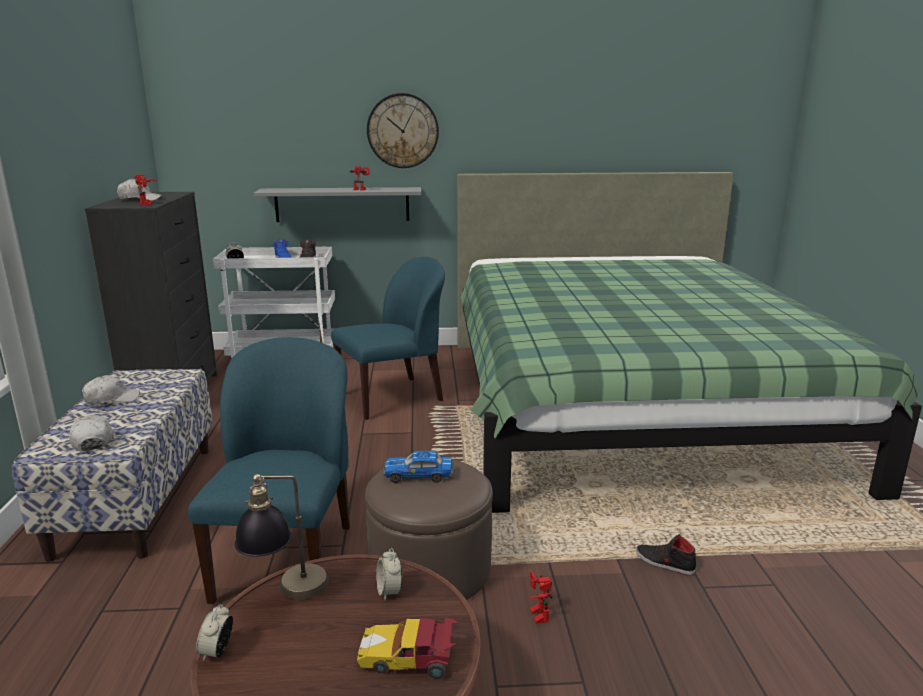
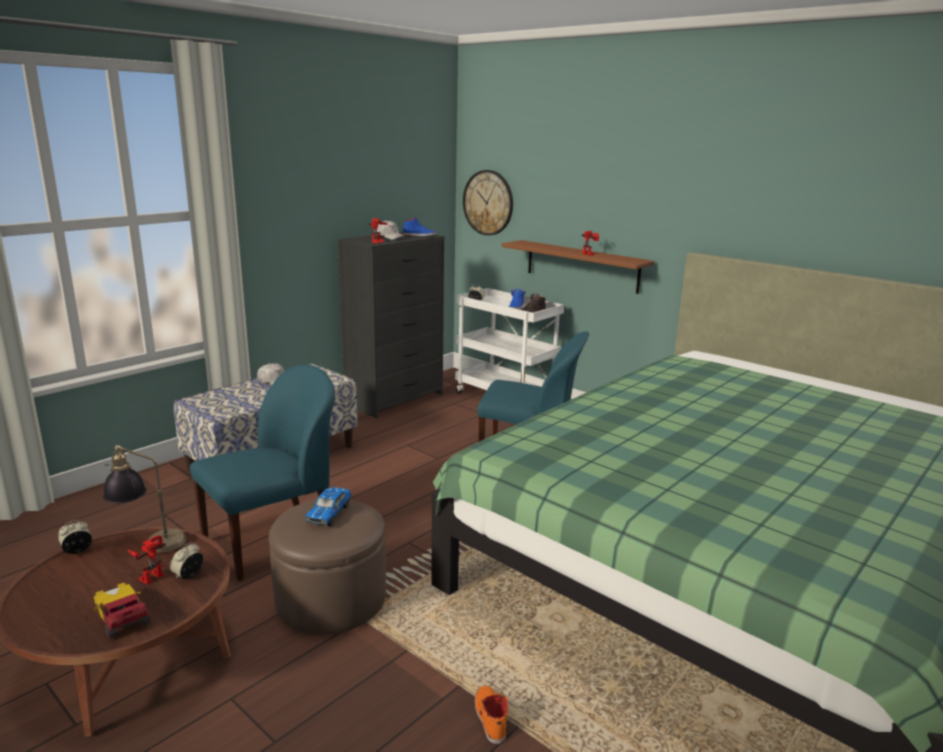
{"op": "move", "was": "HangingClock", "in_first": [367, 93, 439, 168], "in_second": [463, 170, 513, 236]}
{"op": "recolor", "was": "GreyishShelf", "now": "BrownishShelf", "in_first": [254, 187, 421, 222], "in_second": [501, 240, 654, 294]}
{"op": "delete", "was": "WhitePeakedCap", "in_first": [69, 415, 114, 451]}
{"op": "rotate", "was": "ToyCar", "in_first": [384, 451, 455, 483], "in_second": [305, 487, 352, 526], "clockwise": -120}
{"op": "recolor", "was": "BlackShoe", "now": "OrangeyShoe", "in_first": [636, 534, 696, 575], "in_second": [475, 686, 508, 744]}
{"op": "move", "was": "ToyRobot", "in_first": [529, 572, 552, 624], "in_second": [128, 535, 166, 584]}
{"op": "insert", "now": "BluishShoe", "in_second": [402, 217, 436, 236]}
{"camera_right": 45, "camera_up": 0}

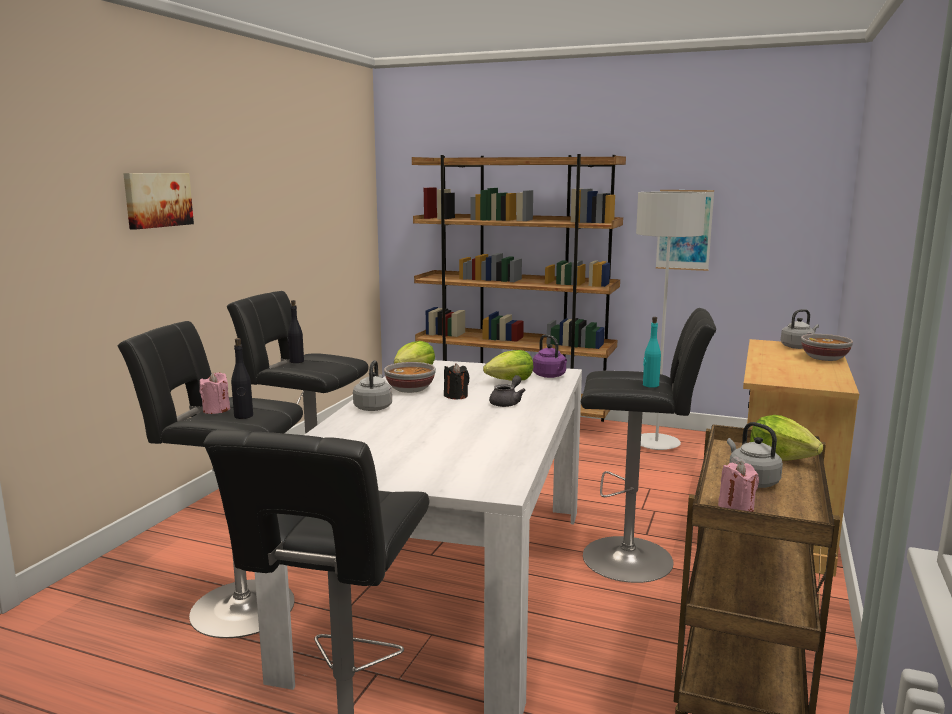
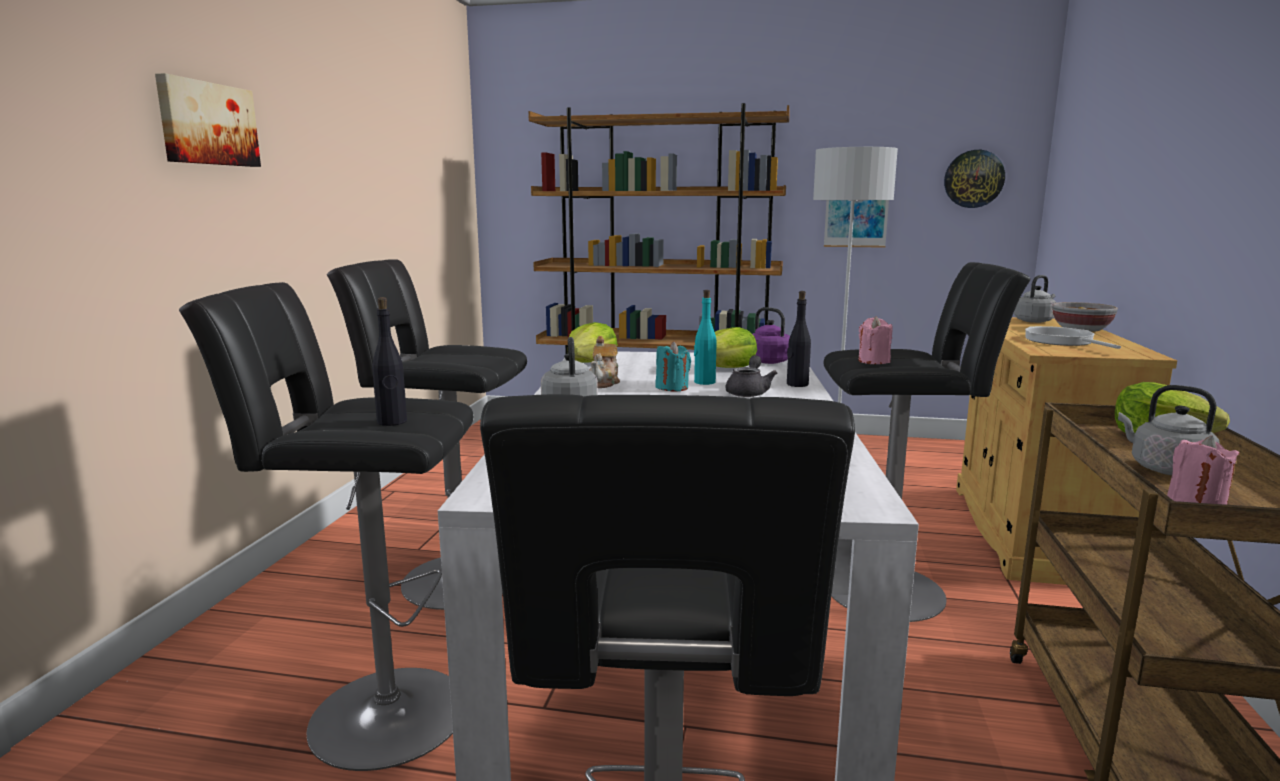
{"op": "move", "was": "BlackBeverageBottle", "in_first": [287, 300, 304, 363], "in_second": [787, 291, 811, 387]}
{"op": "move", "was": "BlueGreenBeverageBottle", "in_first": [643, 317, 661, 388], "in_second": [694, 290, 717, 385]}
{"op": "replace", "was": "ServingBowl", "now": "PotForTea", "in_first": [384, 362, 436, 393], "in_second": [589, 336, 620, 388]}
{"op": "recolor", "was": "BlackCandle", "now": "BlueGreenCandle", "in_first": [444, 363, 470, 399], "in_second": [656, 342, 691, 392]}
{"op": "move", "was": "PinkishCandle", "in_first": [200, 372, 230, 414], "in_second": [858, 316, 893, 364]}
{"op": "insert", "now": "HangingClock", "in_second": [944, 150, 1005, 208]}
{"op": "insert", "now": "FryingPan", "in_second": [1025, 326, 1121, 349]}
{"camera_right": -10, "camera_up": 0}

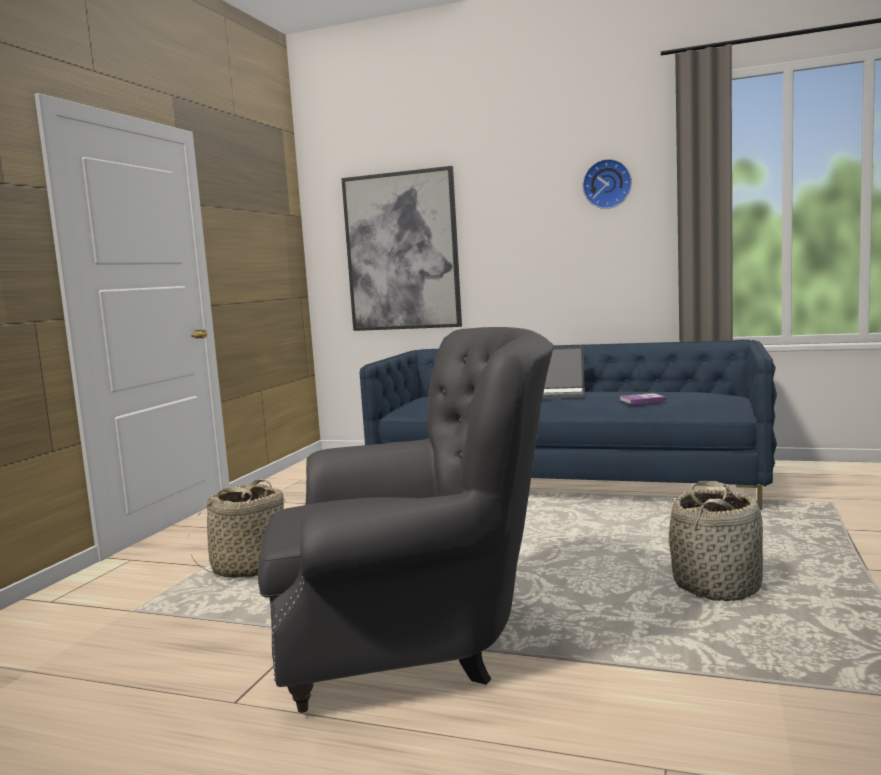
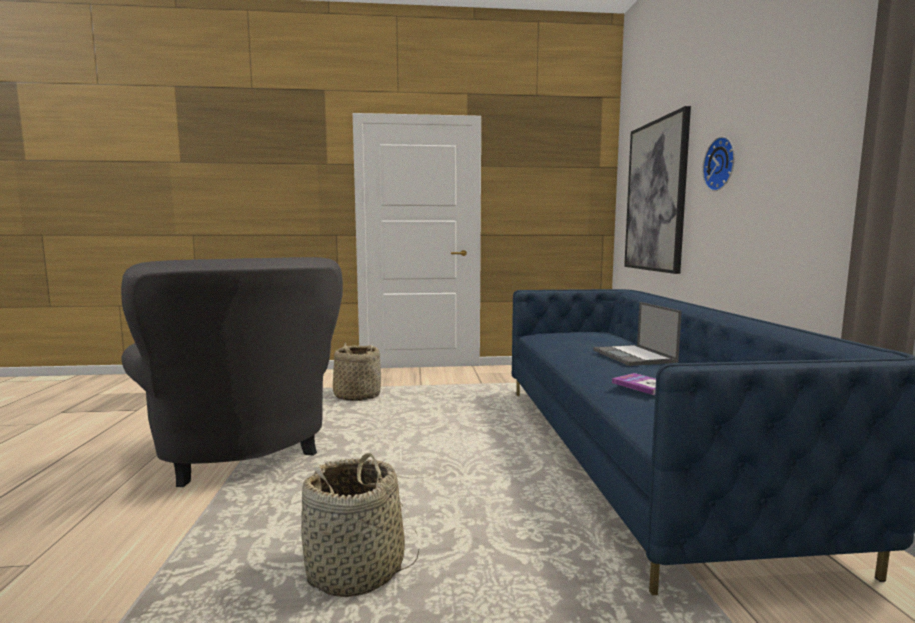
{"op": "move", "was": "HangingClock", "in_first": [583, 159, 632, 209], "in_second": [702, 136, 735, 191]}
{"camera_right": 65, "camera_up": 0}

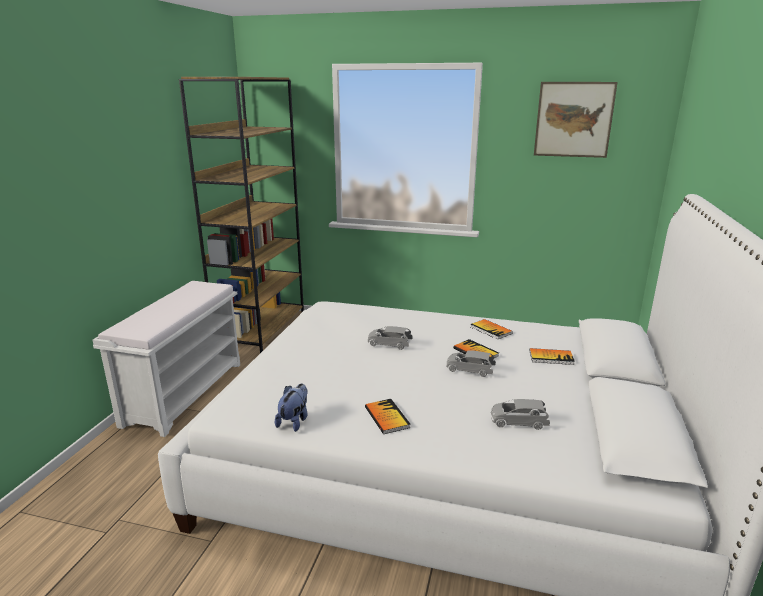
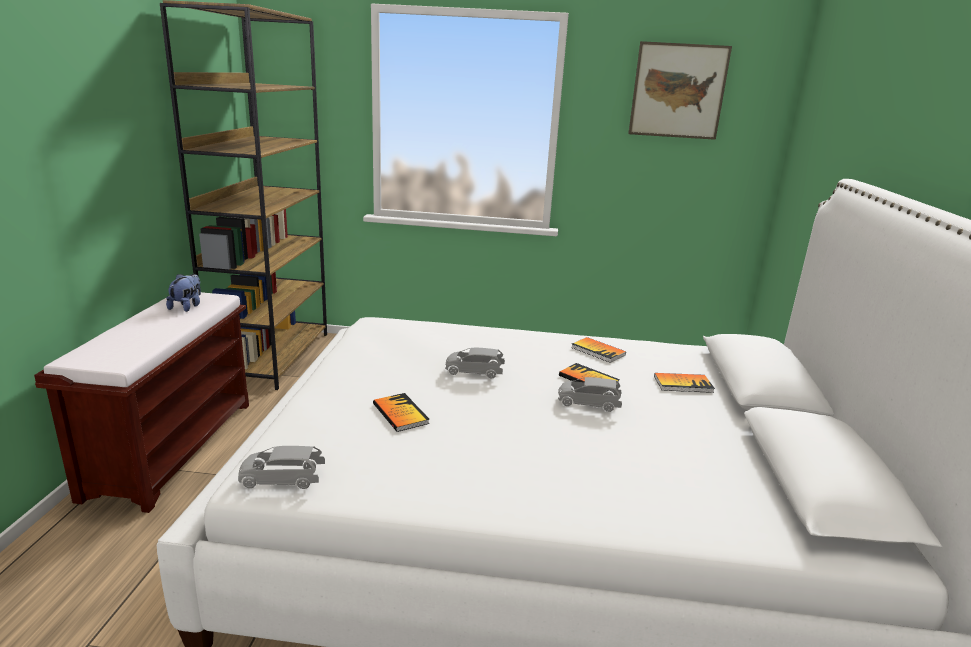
{"op": "recolor", "was": "WhiteIndoorBench", "now": "BrownishIndoorBench", "in_first": [93, 281, 240, 437], "in_second": [34, 292, 249, 513]}
{"op": "move", "was": "SoftToy", "in_first": [275, 384, 308, 432], "in_second": [166, 274, 201, 312]}
{"op": "move", "was": "BoundBook", "in_first": [365, 399, 410, 434], "in_second": [373, 393, 429, 432]}
{"op": "move", "was": "GreyishToyCar", "in_first": [491, 399, 550, 430], "in_second": [238, 446, 325, 489]}
{"camera_right": -10, "camera_up": 0}

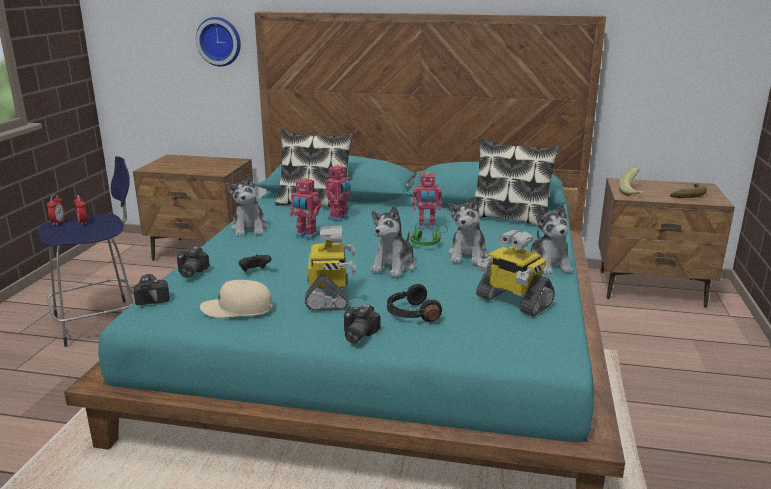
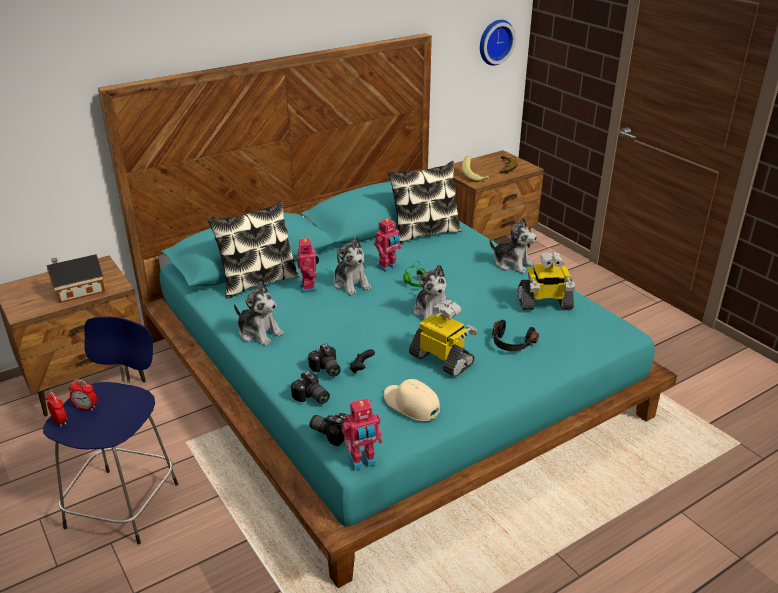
{"op": "move", "was": "HangingClock", "in_first": [196, 17, 241, 67], "in_second": [480, 20, 516, 66]}
{"op": "move", "was": "ToyRobot", "in_first": [289, 178, 322, 240], "in_second": [342, 399, 382, 470]}
{"op": "move", "was": "SoftToy", "in_first": [448, 197, 488, 265], "in_second": [334, 237, 371, 296]}
{"op": "rotate", "was": "BeigeColouredPeakedCap", "in_first": [200, 280, 273, 318], "in_second": [384, 379, 440, 421], "clockwise": 90}
{"op": "move", "was": "StillCamera", "in_first": [344, 304, 380, 343], "in_second": [308, 344, 341, 377]}
{"op": "insert", "now": "ToyHouse", "in_second": [47, 254, 105, 303]}
{"camera_right": -45, "camera_up": 10}

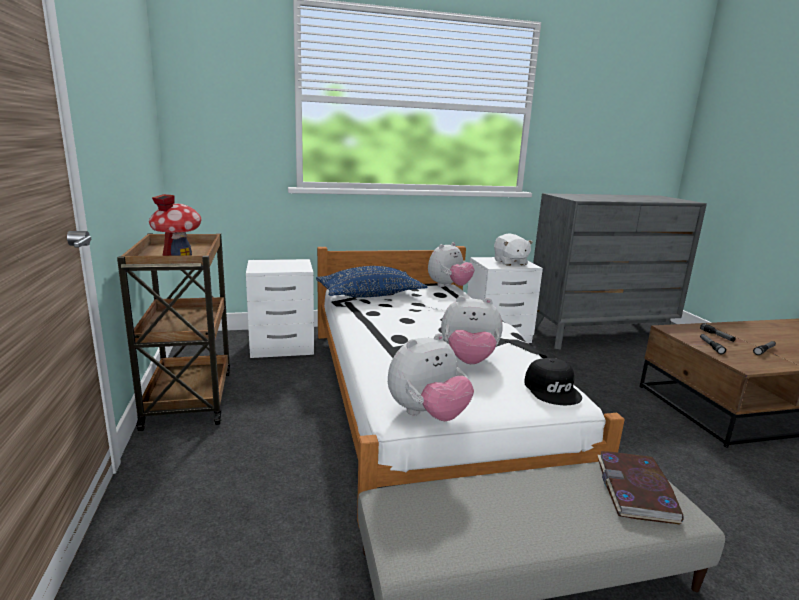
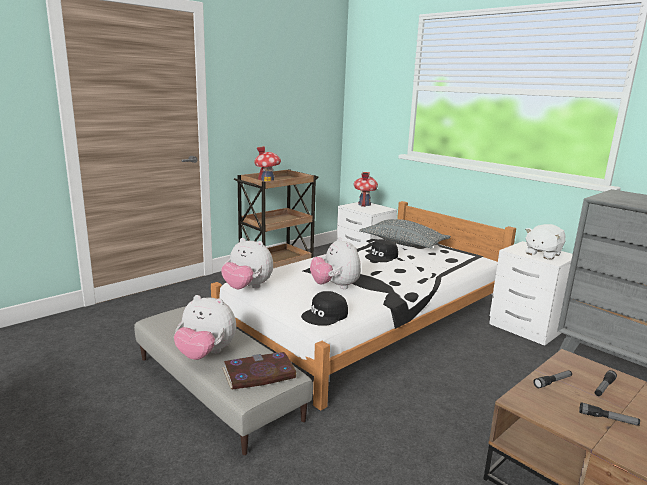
{"op": "move", "was": "SoftToy", "in_first": [428, 242, 475, 287], "in_second": [174, 295, 236, 360]}
{"op": "recolor", "was": "BluishThrowPillow", "now": "GreyishThrowPillow", "in_first": [316, 266, 427, 298], "in_second": [359, 219, 451, 248]}
{"op": "insert", "now": "ToyHouse", "in_second": [354, 172, 378, 207]}
{"op": "insert", "now": "BlackPeakedCap", "in_second": [365, 239, 398, 262]}
{"camera_right": 60, "camera_up": 0}

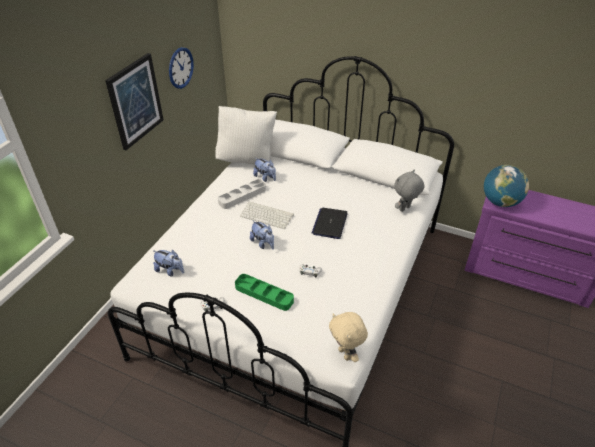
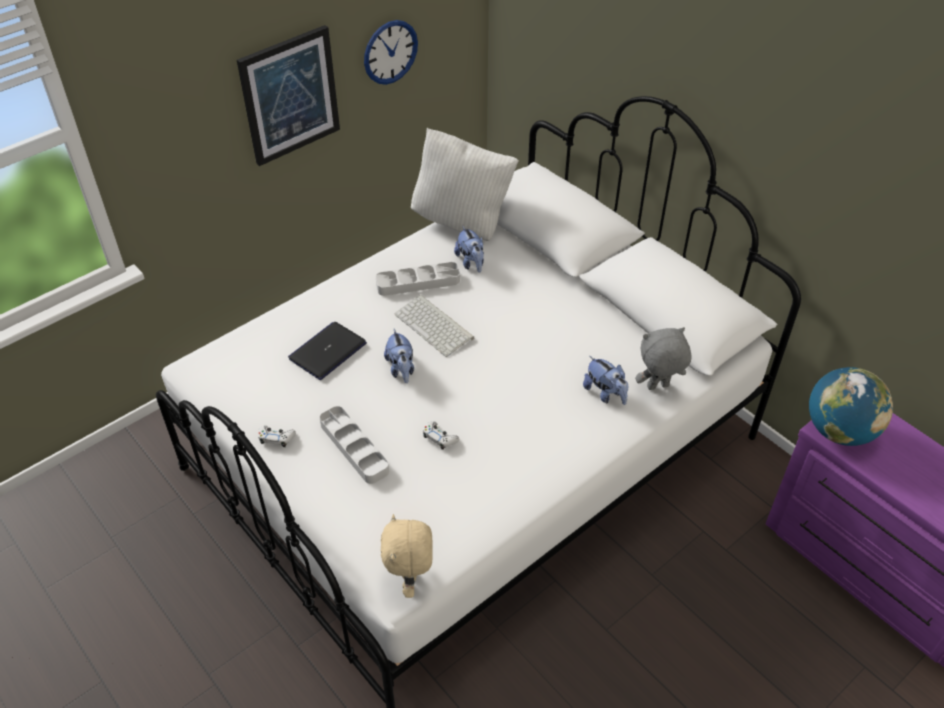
{"op": "move", "was": "NotebookComputer", "in_first": [312, 208, 348, 239], "in_second": [288, 322, 367, 380]}
{"op": "move", "was": "SoftToy", "in_first": [152, 250, 184, 276], "in_second": [583, 356, 628, 405]}
{"op": "recolor", "was": "GreenTray", "now": "GreyishTray", "in_first": [235, 274, 294, 311], "in_second": [320, 406, 389, 484]}
{"camera_right": 25, "camera_up": 5}

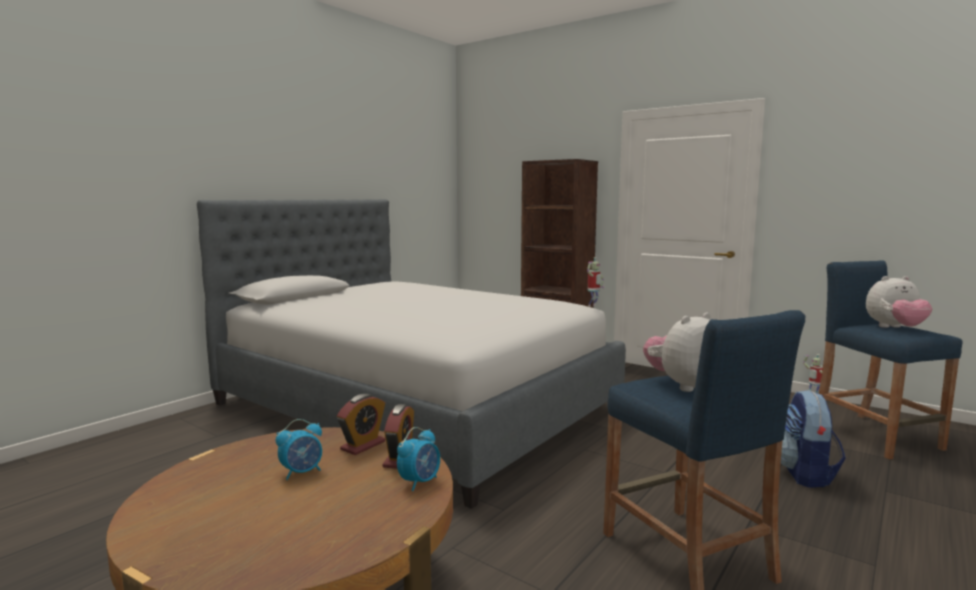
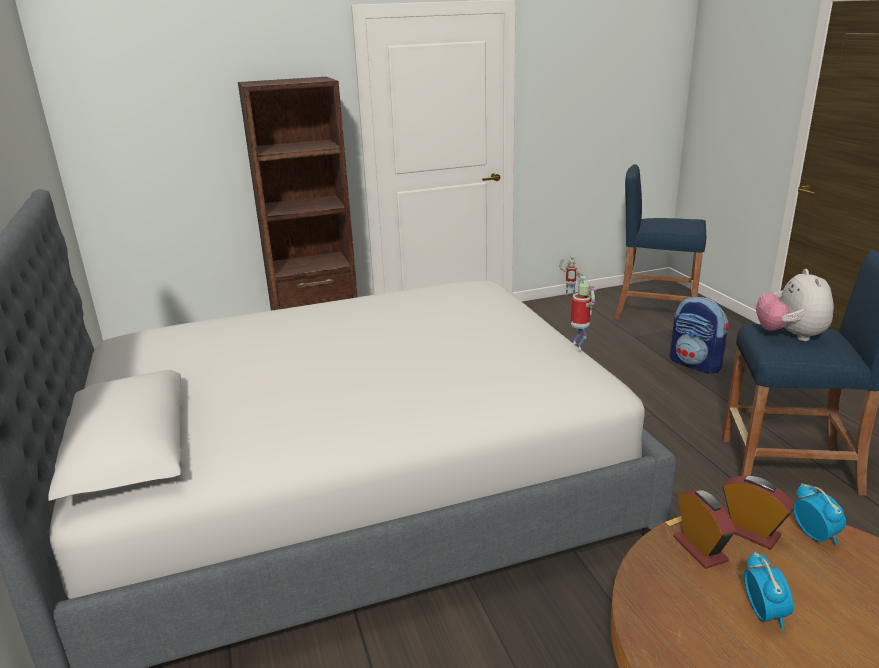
{"op": "move", "was": "ToyRobot", "in_first": [587, 257, 604, 306], "in_second": [571, 276, 597, 350]}
{"op": "delete", "was": "SoftToy", "in_first": [866, 276, 932, 328]}
{"camera_right": -55, "camera_up": 15}

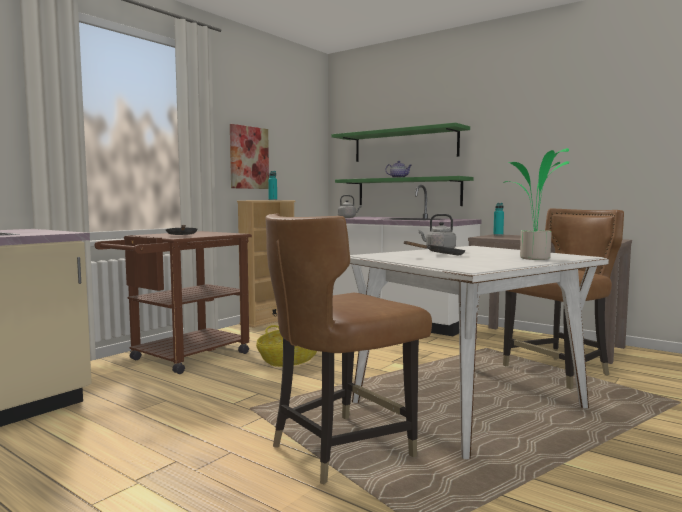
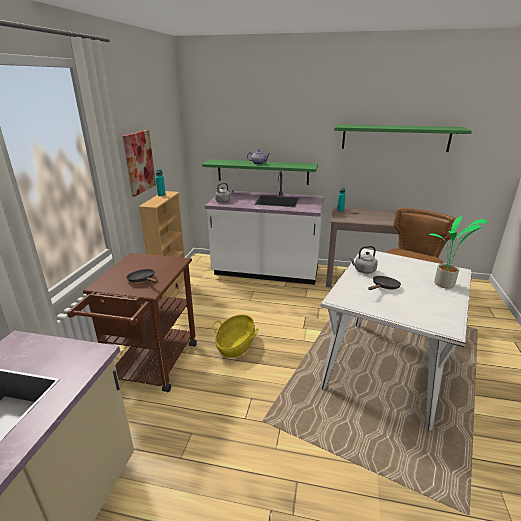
{"op": "move", "was": "GreenShelf", "in_first": [332, 123, 470, 162], "in_second": [334, 124, 472, 152]}
{"op": "delete", "was": "BrownishChair", "in_first": [265, 213, 432, 485]}
{"camera_right": -25, "camera_up": 20}

